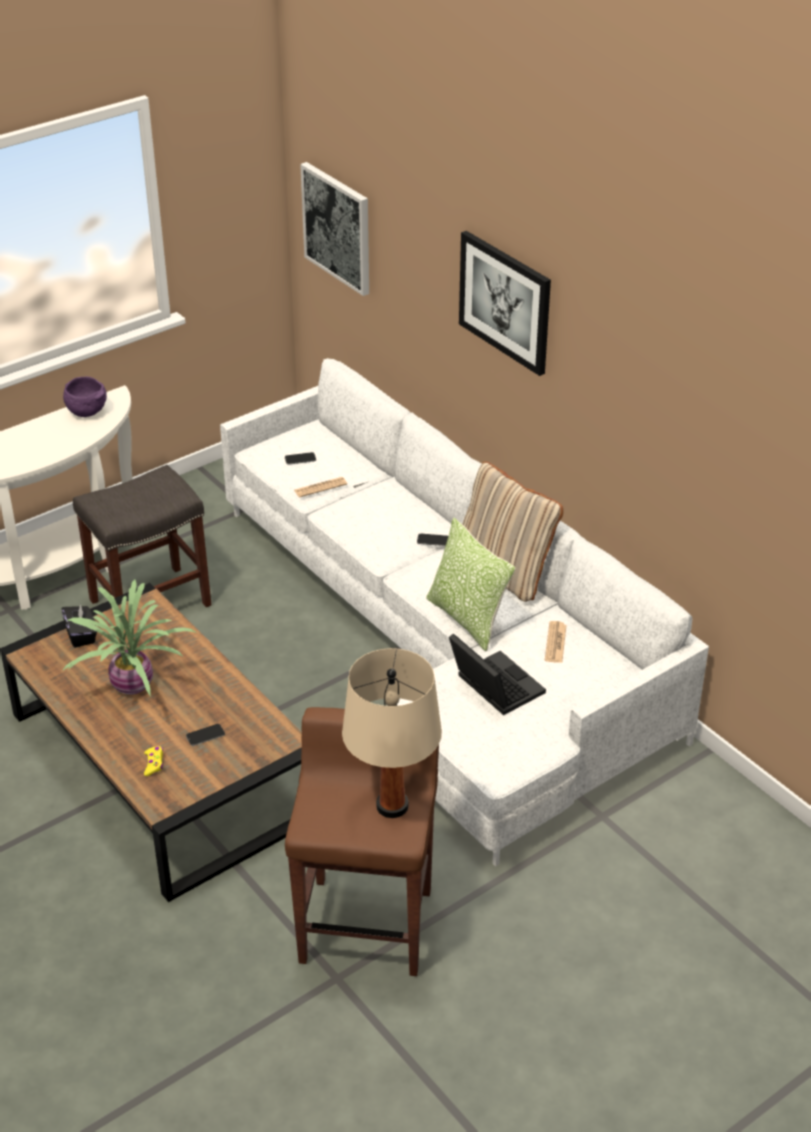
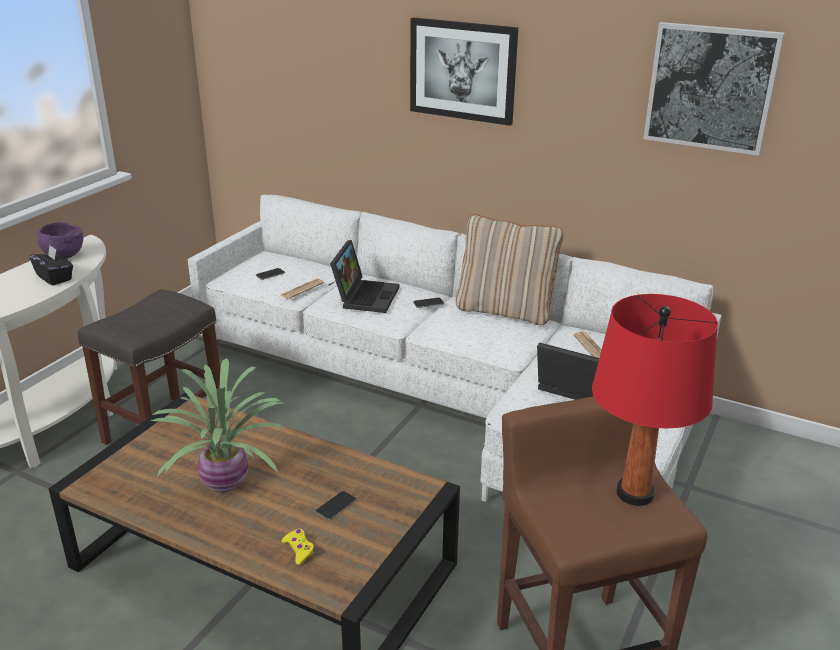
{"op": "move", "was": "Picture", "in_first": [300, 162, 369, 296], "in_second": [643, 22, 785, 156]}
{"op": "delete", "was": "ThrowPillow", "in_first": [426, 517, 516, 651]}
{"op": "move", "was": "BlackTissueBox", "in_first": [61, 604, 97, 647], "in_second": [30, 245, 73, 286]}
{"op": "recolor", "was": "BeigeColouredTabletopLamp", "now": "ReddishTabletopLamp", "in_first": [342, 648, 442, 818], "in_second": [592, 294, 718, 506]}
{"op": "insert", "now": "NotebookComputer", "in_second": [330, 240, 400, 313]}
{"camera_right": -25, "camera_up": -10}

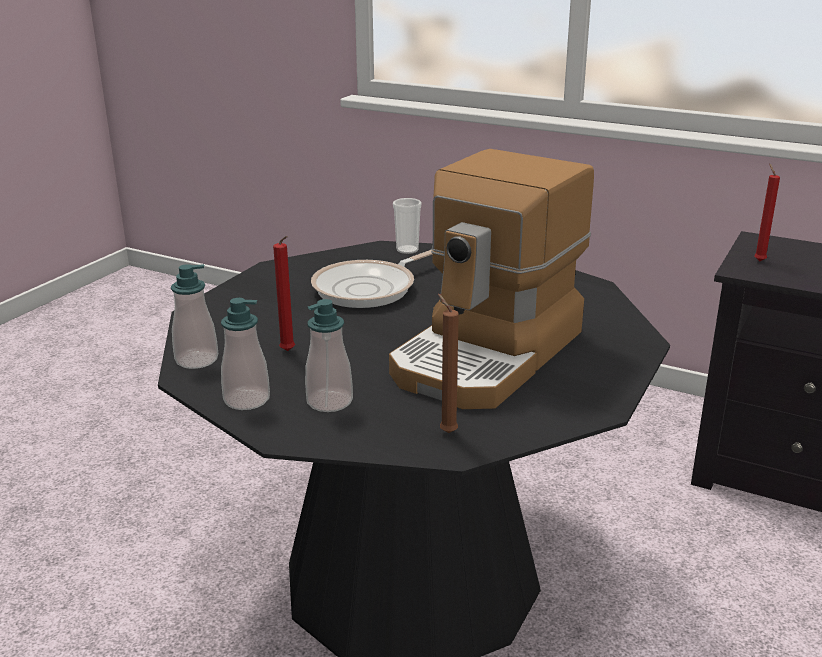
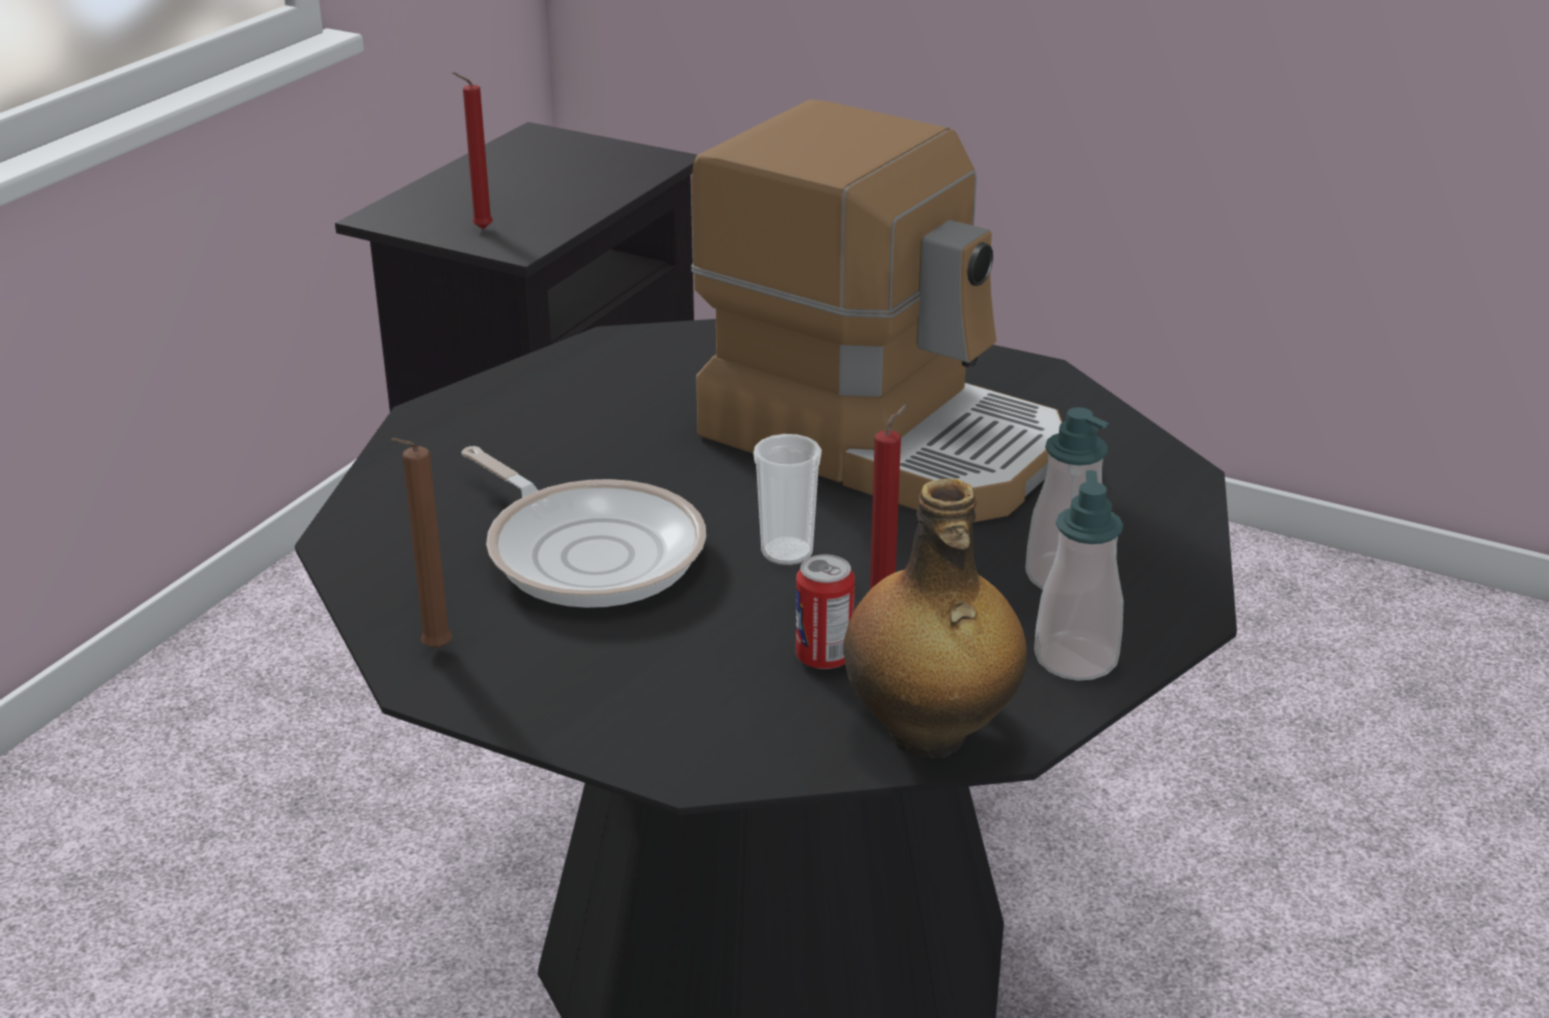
{"op": "move", "was": "Cup", "in_first": [393, 198, 422, 254], "in_second": [753, 434, 822, 565]}
{"op": "replace", "was": "LiquidSoapBottle", "now": "BeverageBottle", "in_first": [171, 264, 218, 369], "in_second": [844, 479, 1027, 758]}
{"op": "move", "was": "BrownishCandle", "in_first": [438, 294, 459, 433], "in_second": [391, 438, 452, 649]}
{"op": "insert", "now": "Can", "in_second": [796, 554, 855, 669]}
{"camera_right": -90, "camera_up": 5}

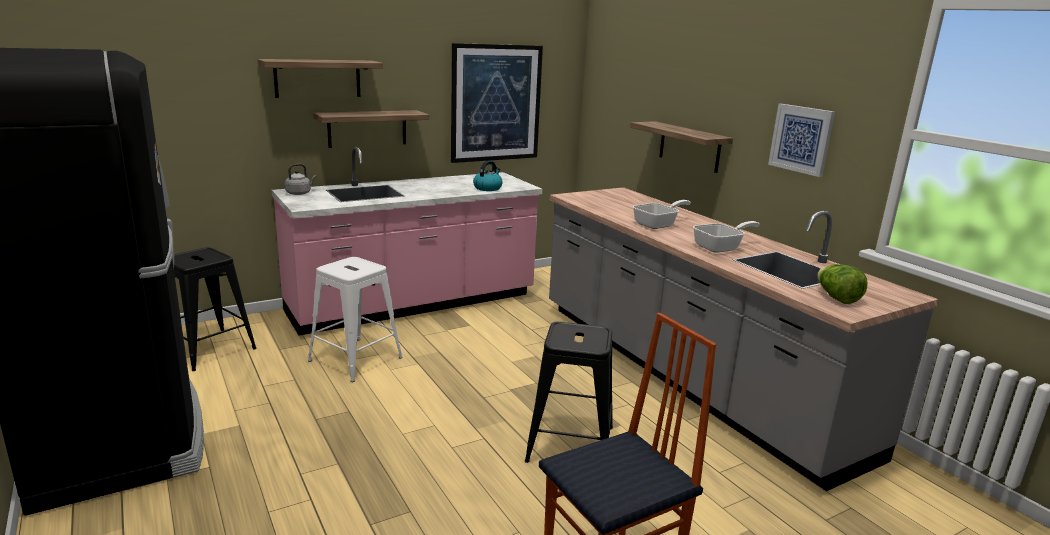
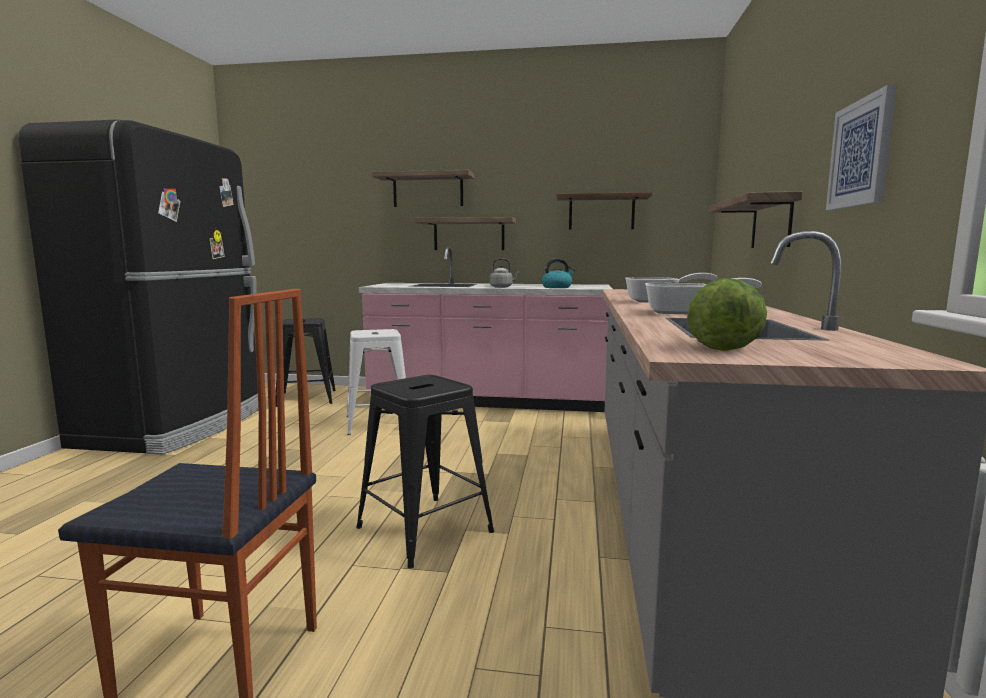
{"op": "replace", "was": "Picture", "now": "BrownishShelf", "in_first": [451, 43, 543, 163], "in_second": [556, 192, 652, 230]}
{"op": "move", "was": "GreyishTeaKettle", "in_first": [285, 164, 316, 195], "in_second": [490, 258, 520, 288]}
{"camera_right": 40, "camera_up": -10}

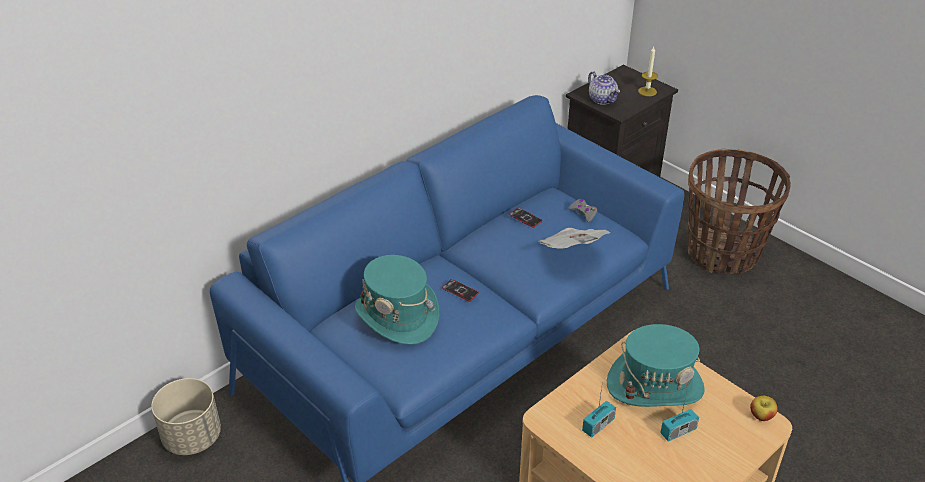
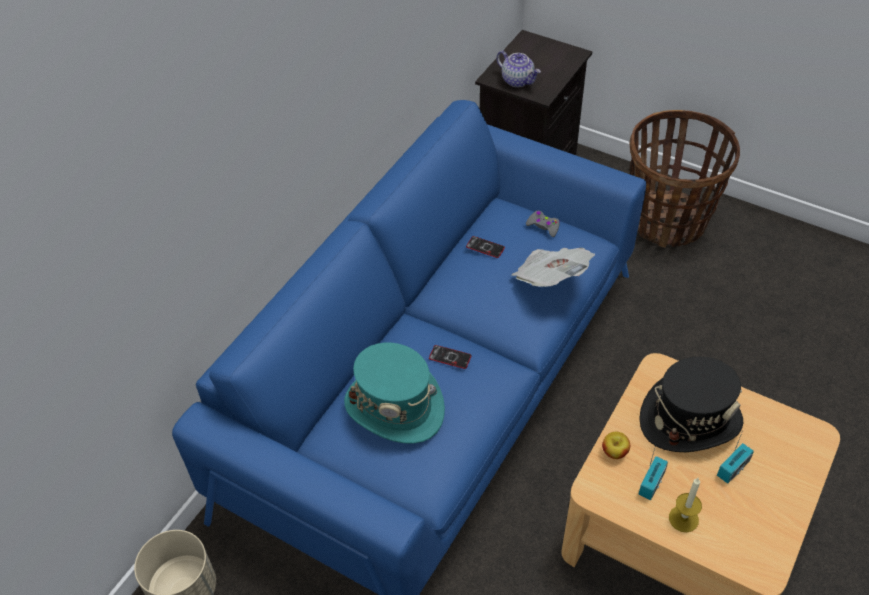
{"op": "move", "was": "Candle", "in_first": [638, 47, 658, 96], "in_second": [669, 478, 702, 532]}
{"op": "recolor", "was": "BlueGreenClothingHat", "now": "BlackClothingHat", "in_first": [607, 324, 705, 407], "in_second": [639, 357, 743, 452]}
{"op": "move", "was": "Apple", "in_first": [750, 396, 778, 421], "in_second": [602, 432, 630, 459]}
{"camera_right": -15, "camera_up": 10}

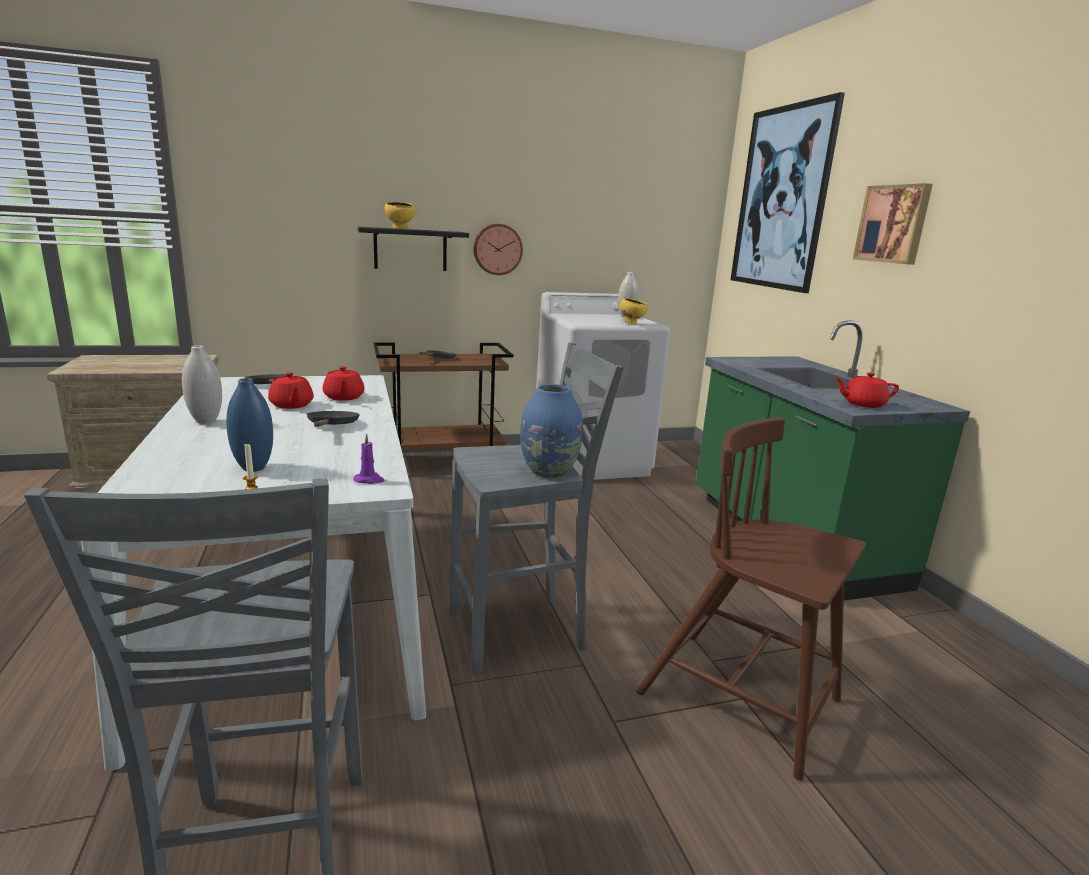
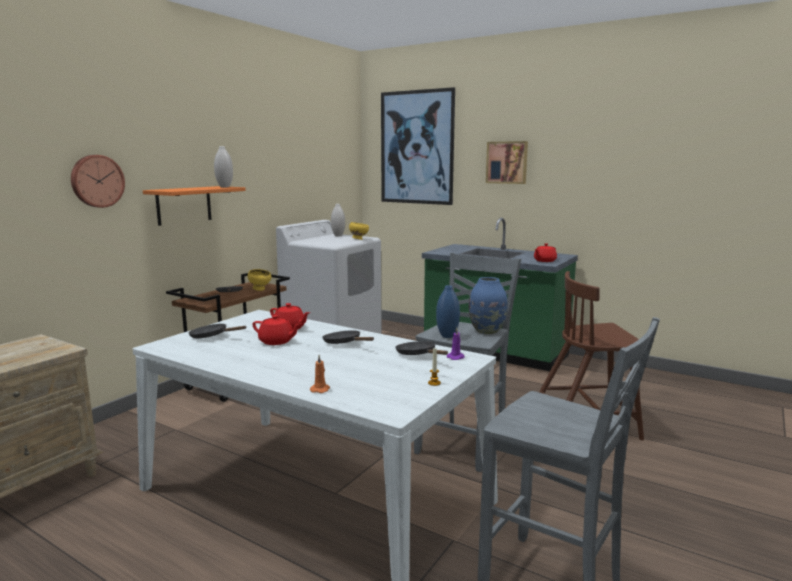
{"op": "move", "was": "YellowColouredServingBowl", "in_first": [384, 201, 415, 229], "in_second": [248, 269, 271, 291]}
{"op": "move", "was": "HangingClock", "in_first": [473, 224, 523, 275], "in_second": [71, 155, 125, 208]}
{"op": "recolor", "was": "BlackShelf", "now": "OrangeyShelf", "in_first": [358, 227, 469, 271], "in_second": [143, 186, 246, 226]}
{"op": "move", "was": "WhiteFlowerVase", "in_first": [182, 345, 222, 424], "in_second": [214, 146, 233, 187]}
{"op": "move", "was": "BluishFlowerVase", "in_first": [226, 378, 273, 472], "in_second": [436, 285, 460, 338]}
{"op": "insert", "now": "BlackFryingPan", "in_second": [395, 341, 448, 355]}
{"op": "insert", "now": "OrangeyCandle", "in_second": [310, 355, 330, 393]}
{"camera_right": -40, "camera_up": -5}

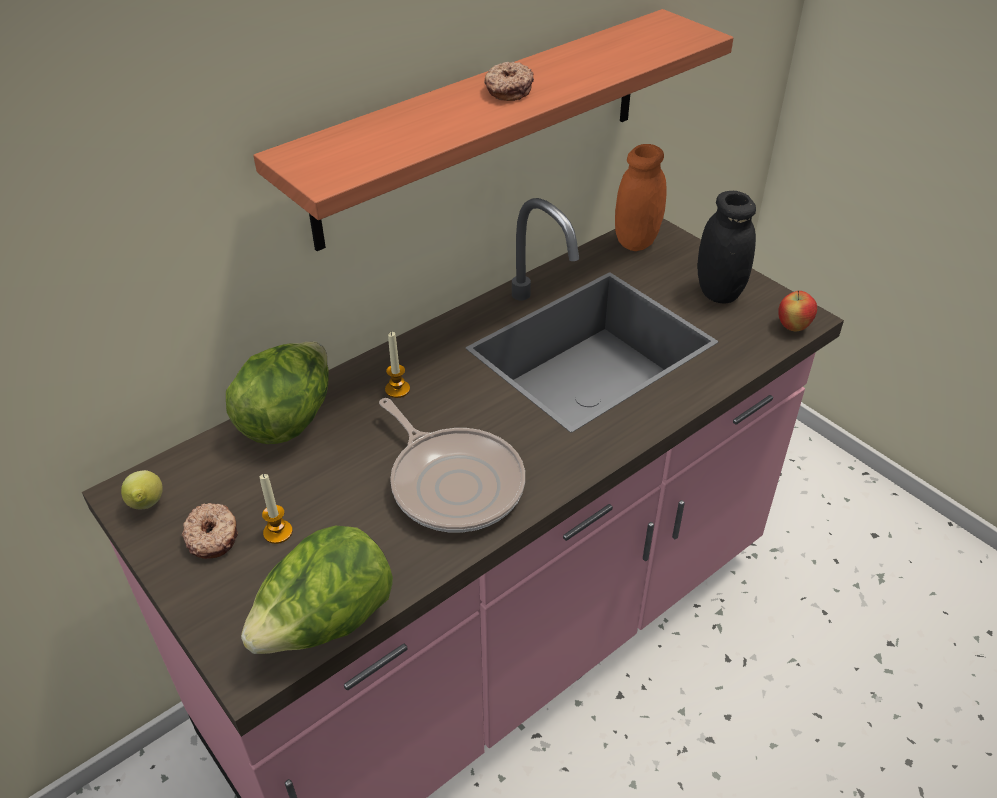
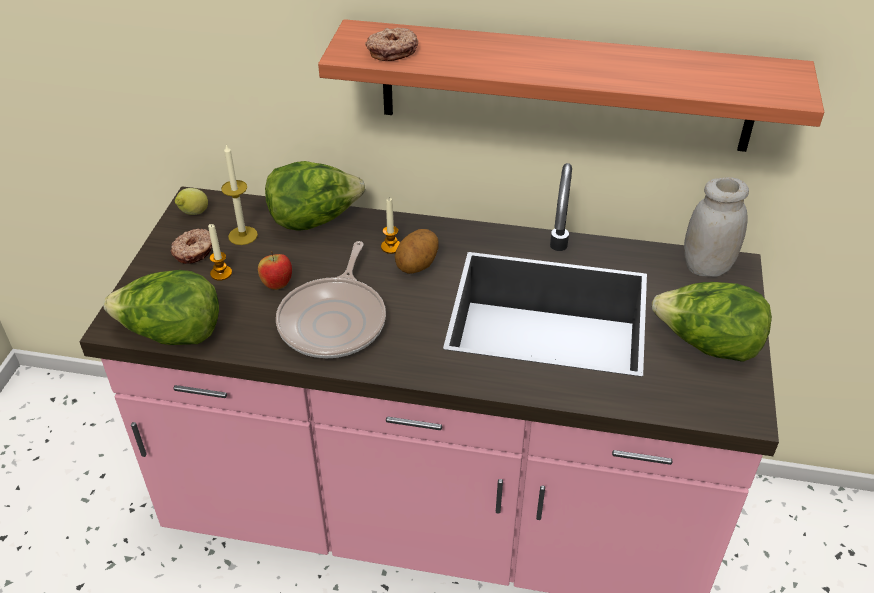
{"op": "move", "was": "RingDoughnut", "in_first": [484, 62, 534, 101], "in_second": [365, 28, 418, 61]}
{"op": "recolor", "was": "OrangeyStorageJar", "now": "WhiteStorageJar", "in_first": [615, 144, 667, 251], "in_second": [684, 177, 749, 277]}
{"op": "replace", "was": "BlackStorageJar", "now": "HeadOfLettuce", "in_first": [698, 191, 756, 304], "in_second": [652, 282, 772, 362]}
{"op": "move", "was": "Apple", "in_first": [778, 290, 817, 331], "in_second": [258, 251, 292, 290]}
{"op": "insert", "now": "Candle", "in_second": [221, 144, 258, 245]}
{"op": "insert", "now": "WholePotato", "in_second": [395, 229, 438, 274]}
{"camera_right": 50, "camera_up": 0}

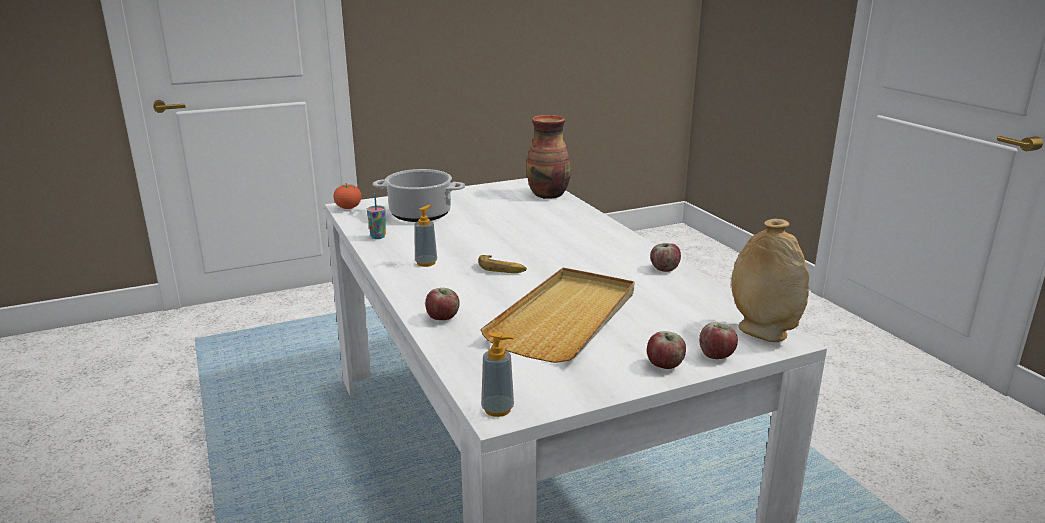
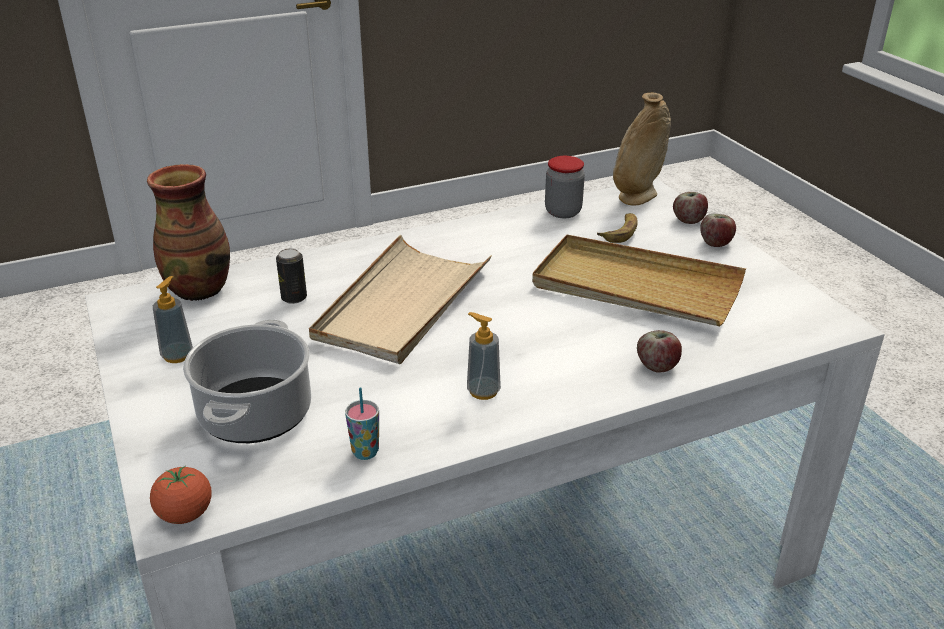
{"op": "delete", "was": "Apple", "in_first": [650, 243, 681, 272]}
{"op": "move", "was": "BananaFruit", "in_first": [478, 255, 527, 273], "in_second": [597, 213, 638, 243]}
{"op": "move", "was": "LiquidSoapBottle", "in_first": [481, 332, 514, 417], "in_second": [153, 276, 193, 363]}
{"op": "insert", "now": "StorageJar", "in_second": [545, 156, 585, 218]}
{"op": "insert", "now": "BeigeColouredTray", "in_second": [309, 235, 492, 364]}
{"op": "insert", "now": "Can", "in_second": [276, 248, 307, 304]}
{"camera_right": -90, "camera_up": 10}

